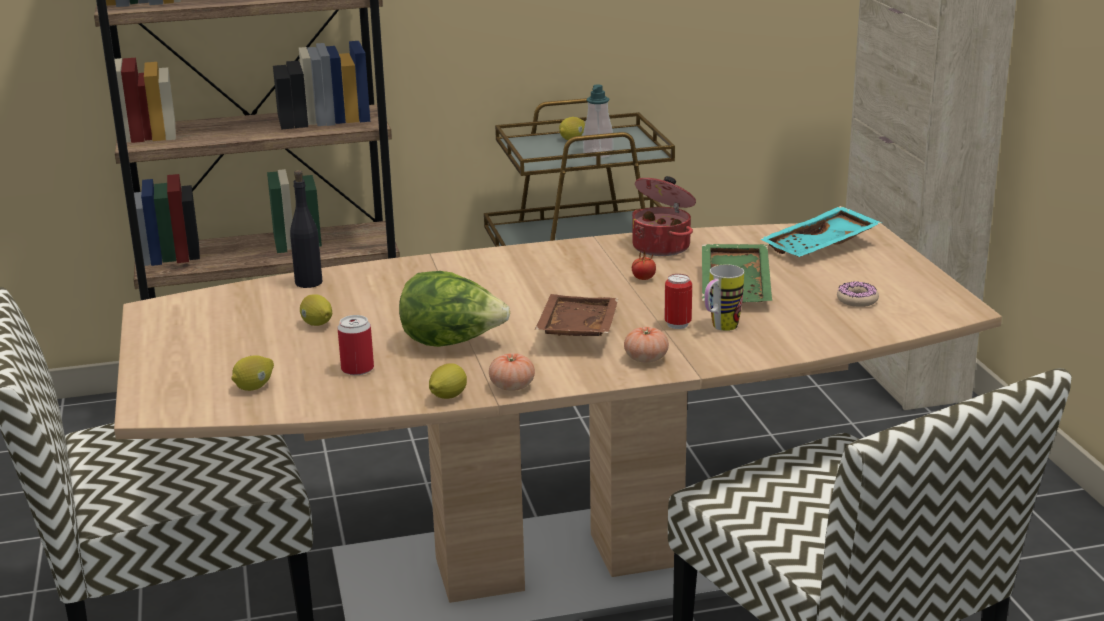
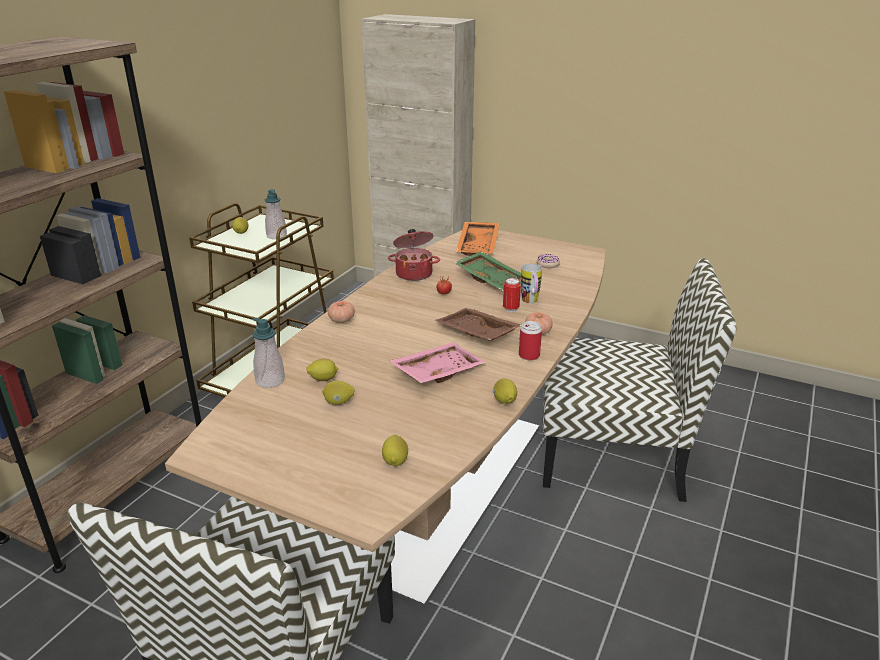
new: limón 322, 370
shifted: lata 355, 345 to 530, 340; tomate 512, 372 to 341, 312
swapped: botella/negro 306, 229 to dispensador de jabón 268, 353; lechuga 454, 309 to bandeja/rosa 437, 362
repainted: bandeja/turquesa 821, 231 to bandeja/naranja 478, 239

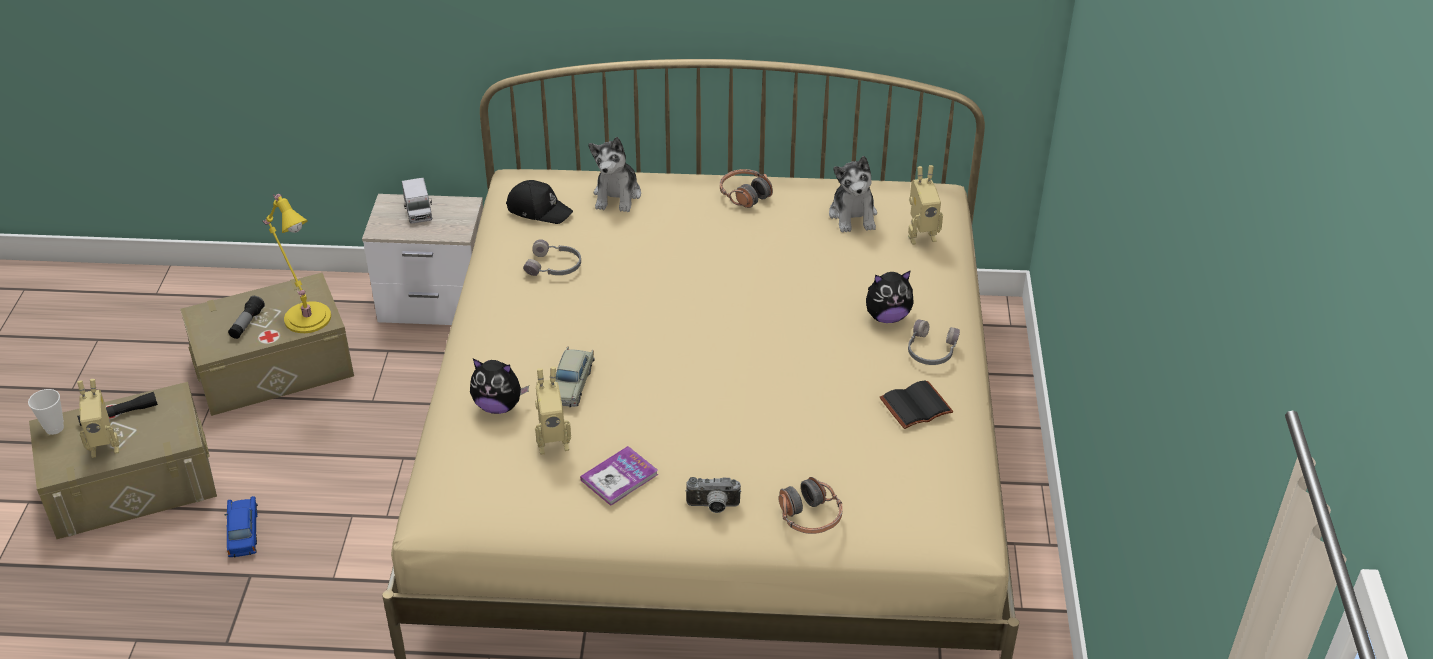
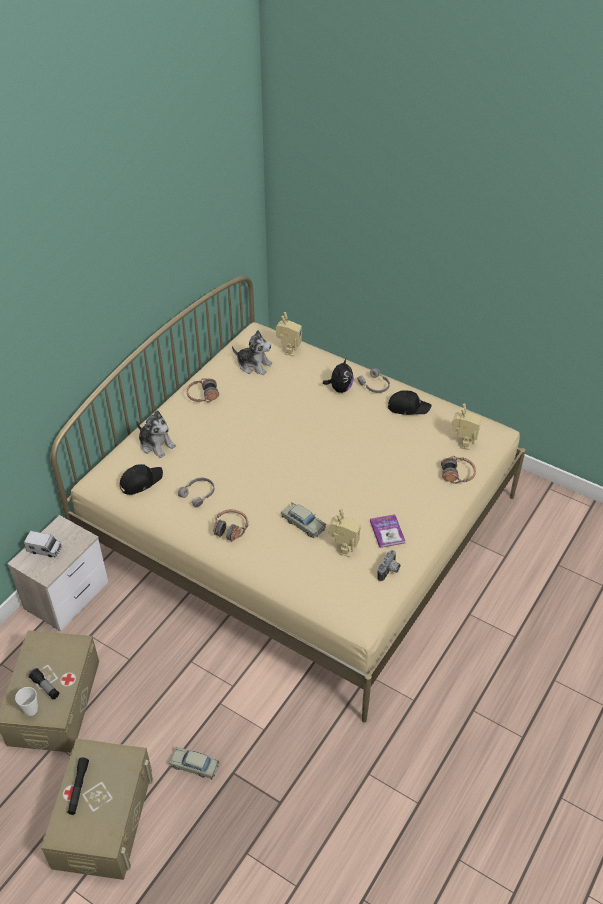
gone: lámpara de mesa/amarillo 297, 263; peluche 499, 386
new: auriculares 230, 525
shifted: robot de juguete 98, 418 to 466, 426; taza 46, 412 to 26, 701; cámara 713, 495 to 389, 565
swapped: libro/negro 917, 405 to gorra/negro 410, 402
repainted: coche de juguete/azul 241, 526 to coche de juguete/beis 194, 763

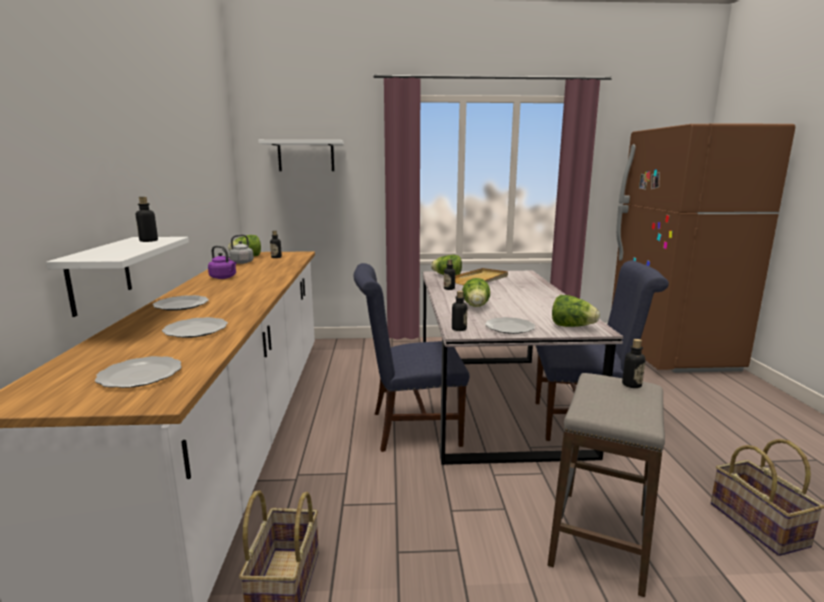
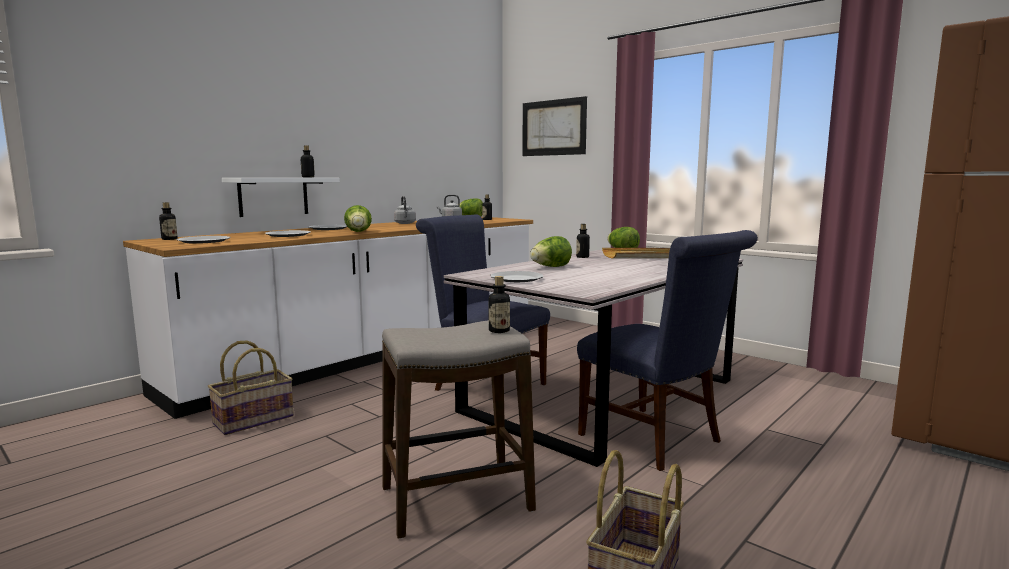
shifted: botella 459, 311 to 168, 221; lechuga 576, 311 to 358, 218
swapped: estante/blanco 301, 155 to cuadro 554, 126
repainted: hervidor/morado 222, 262 to hervidor/gris 405, 210

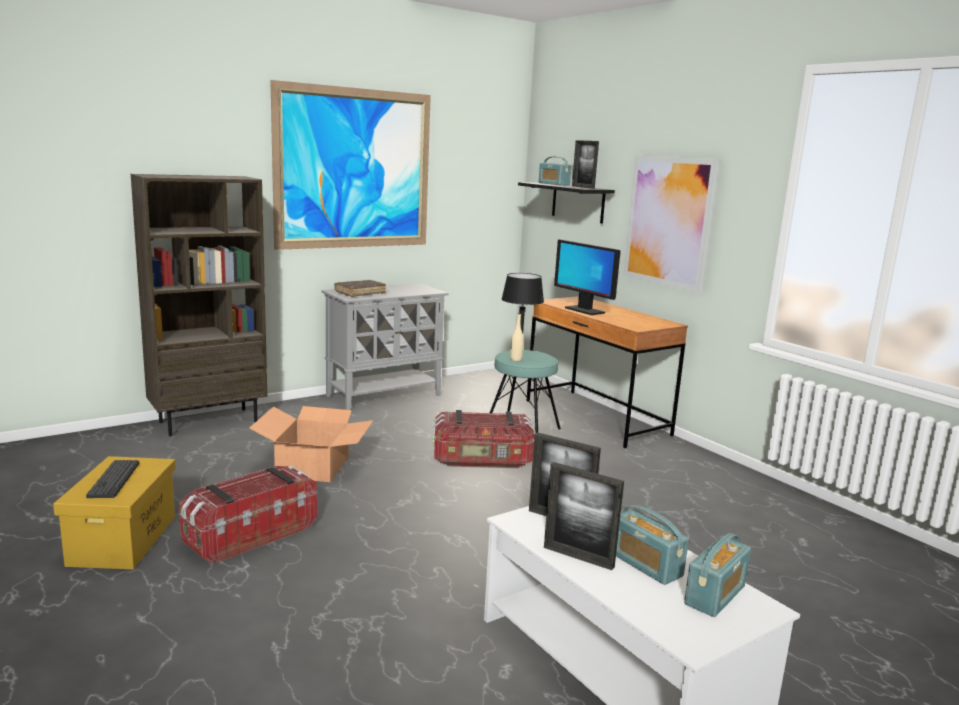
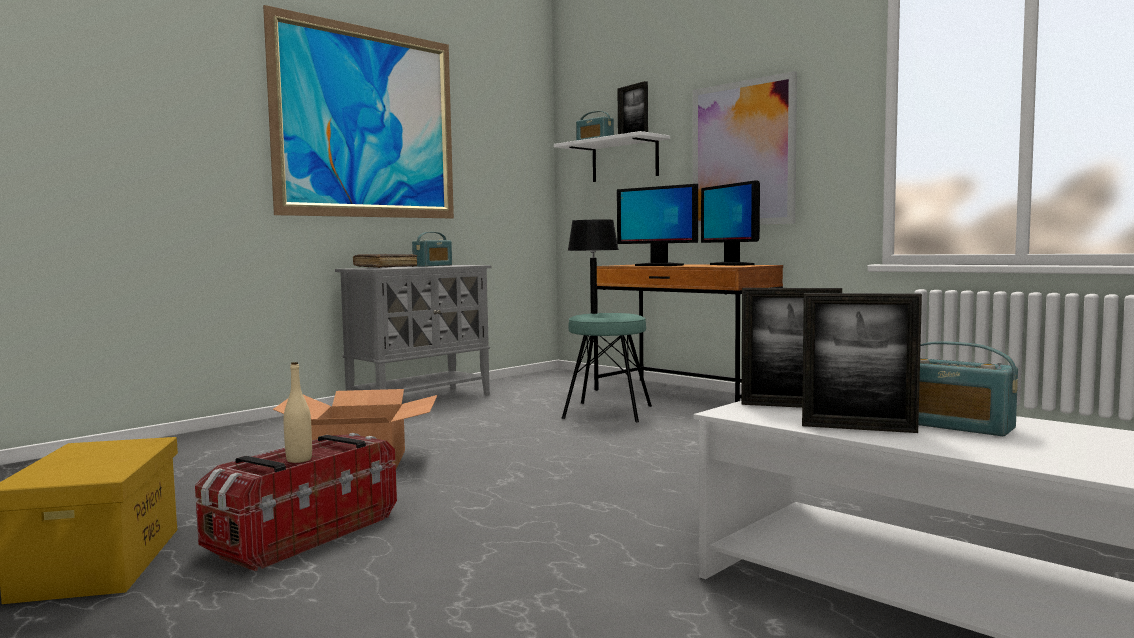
gone: estantería/marrón 199, 305; caja de almacenaje 483, 439; teclado 112, 479
new: monitor 730, 223
shifted: botella/beis 517, 337 to 298, 412; radio 717, 575 to 432, 249
repainted: estante/negro 566, 202 to estante/blanco 612, 156

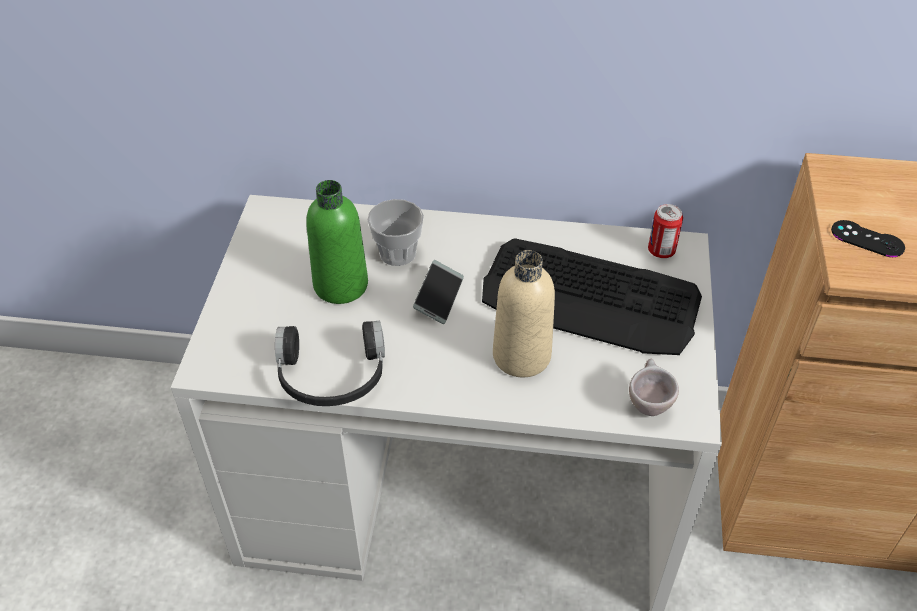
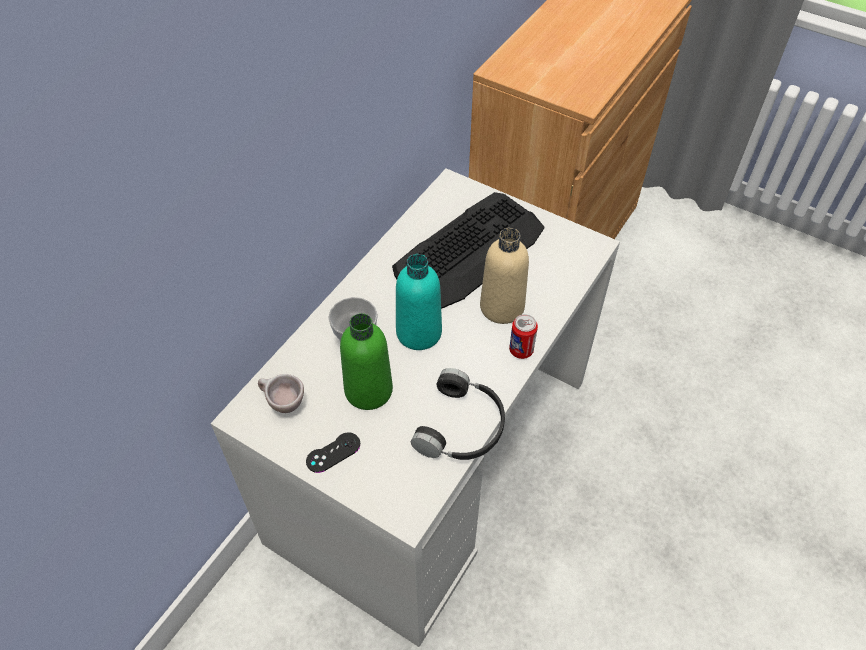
shifted: lata 665, 231 to 523, 336; mando de consola/negro 868, 238 to 333, 452; taza/beis 654, 387 to 281, 393
swapped: móvil 438, 292 to botella/turquesa 419, 302

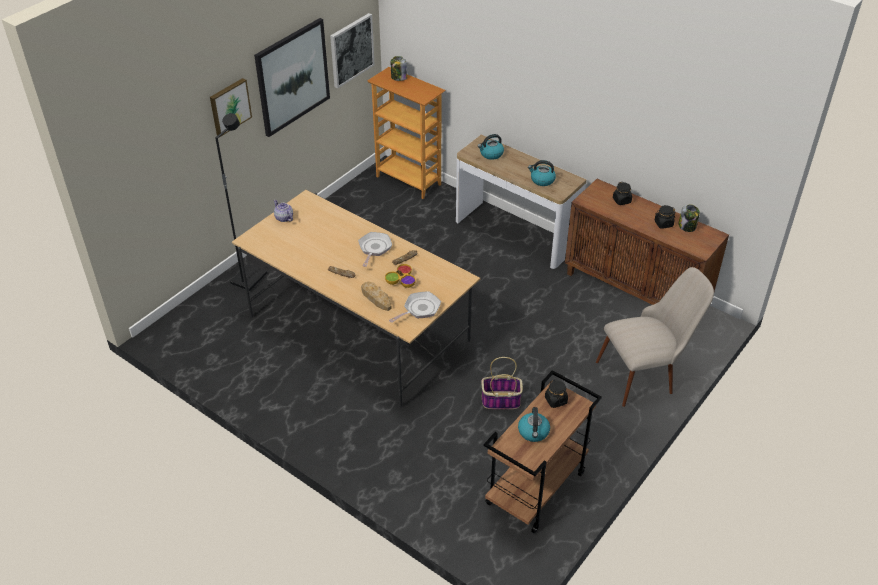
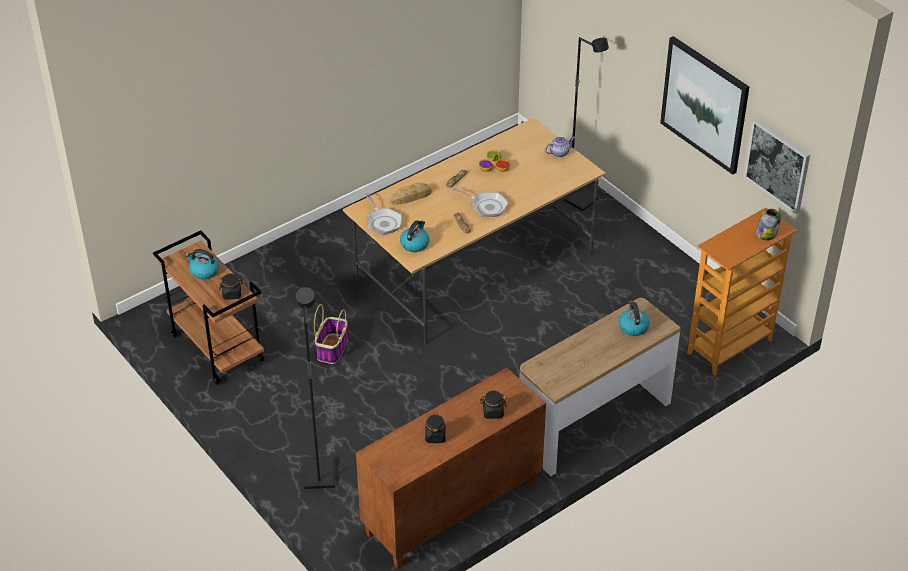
gone: cuadro 231, 107; tarro 689, 218
shifted: hervidor 542, 173 to 414, 236; cuenco 400, 276 to 494, 161
swapped: silla/beis 655, 337 to lámpara de pie/negro 315, 388

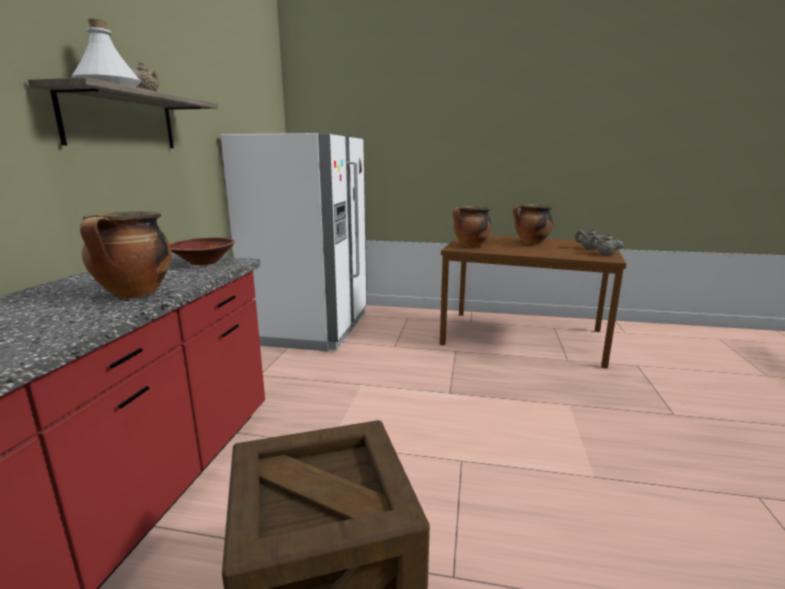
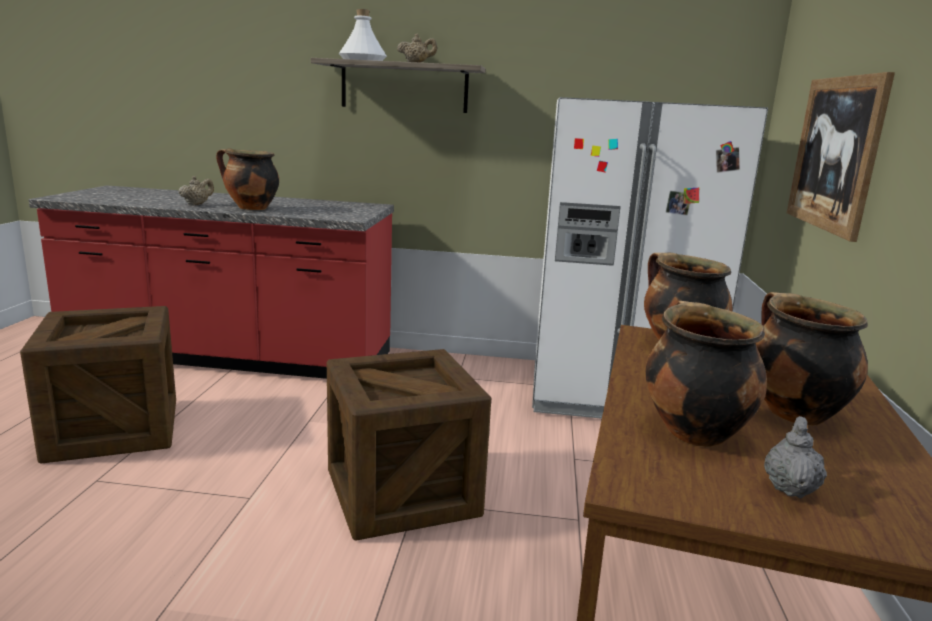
gone: cuenco/marrón 202, 251
new: cuadro 841, 157; olla 706, 374; caja de embalaje 409, 445
shifted: tetera/beis 607, 244 to 196, 190

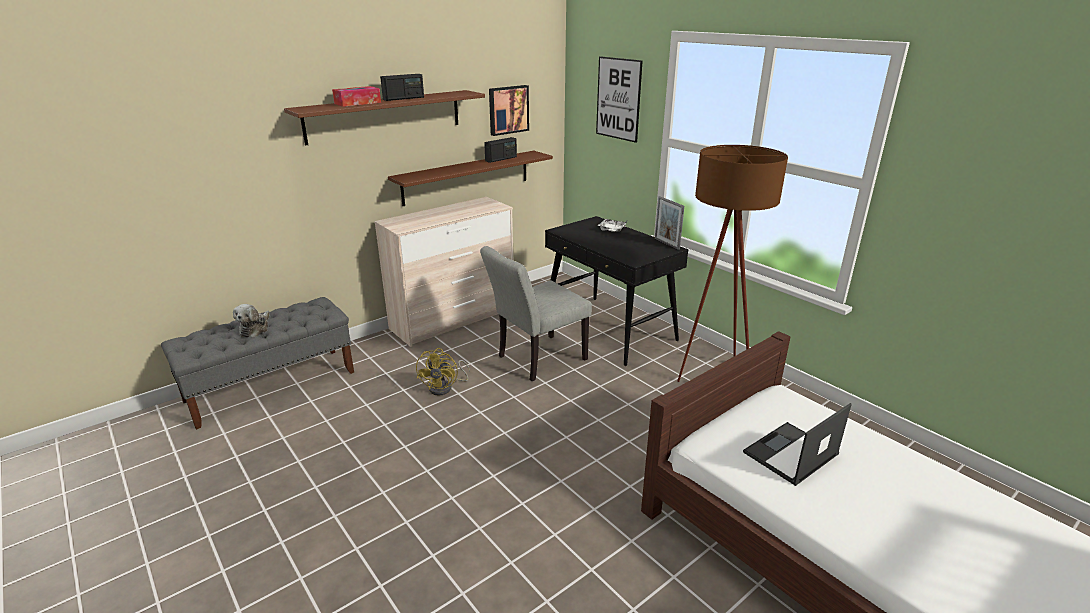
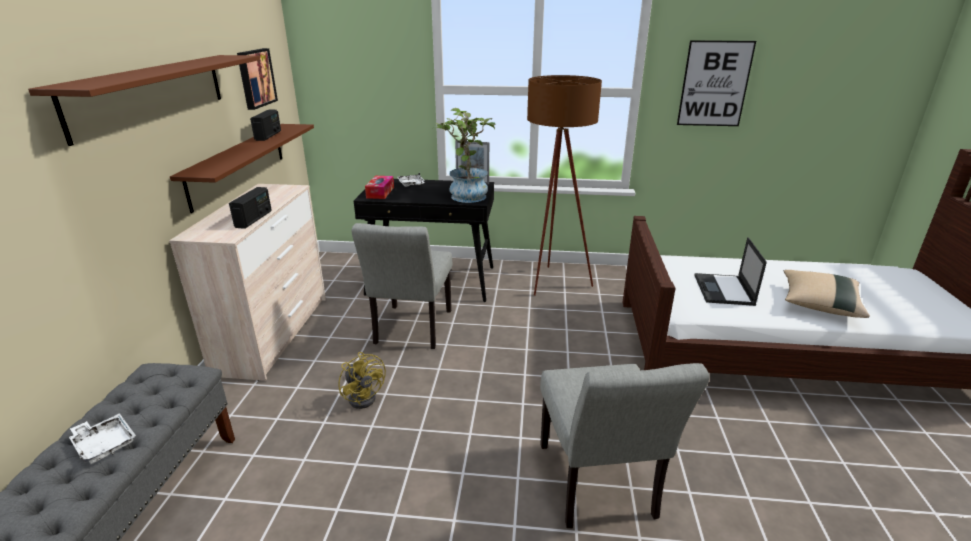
new: planta en maceta 464, 155; cojín/beis 827, 294; silla/gris 624, 445
shifted: cuadro 619, 99 to 716, 83; radio 402, 87 to 250, 208; caja de pañuelos 356, 96 to 379, 187
swapped: peluche 251, 320 to bandeja/blanco 102, 438

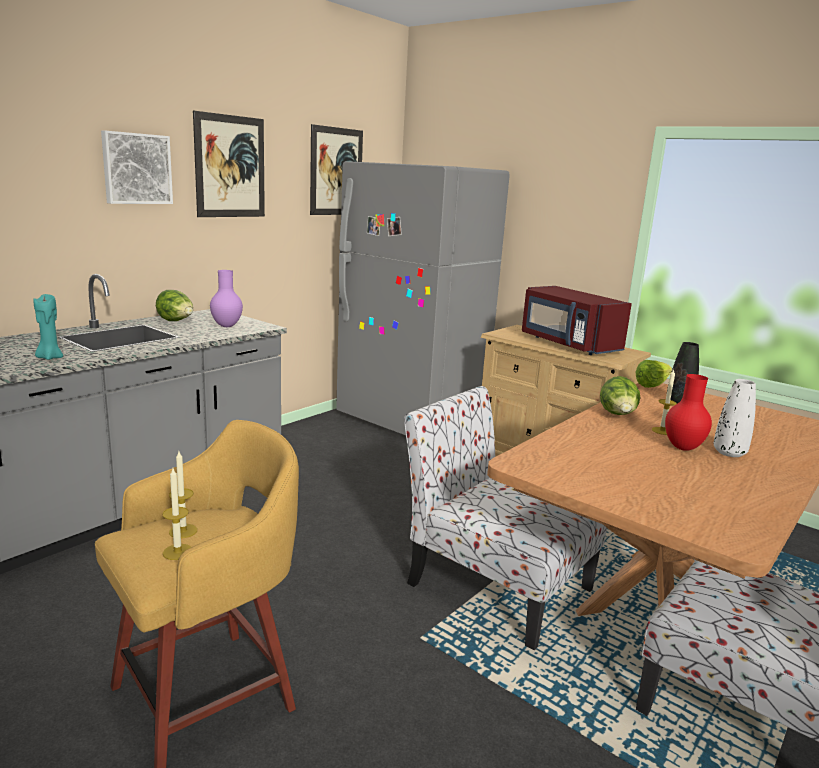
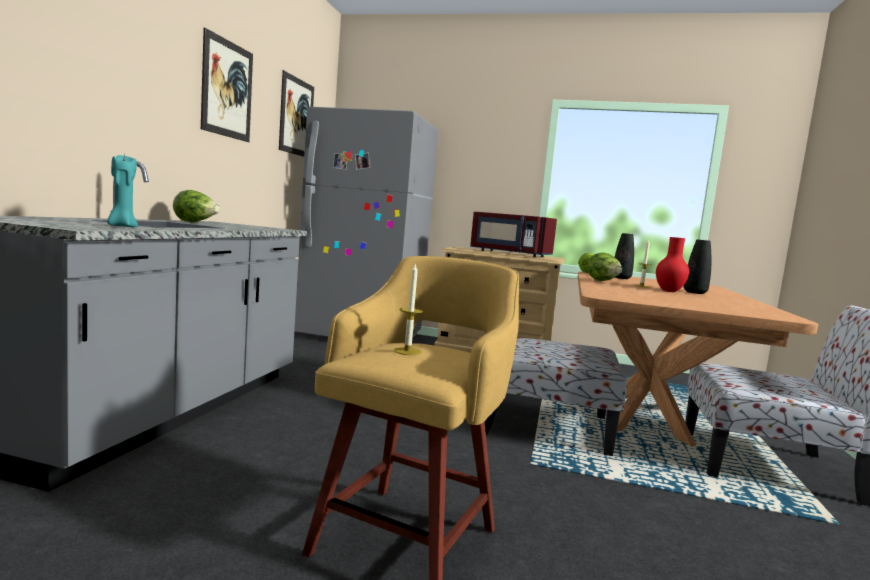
gone: cuadro 137, 167; florero/morado 226, 298; vela 176, 514
repainted: florero/blanco 734, 418 to florero/negro 697, 267

